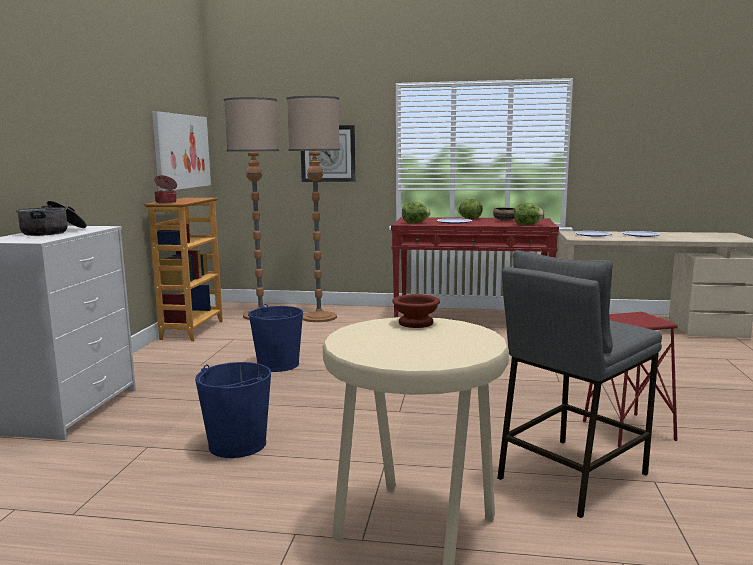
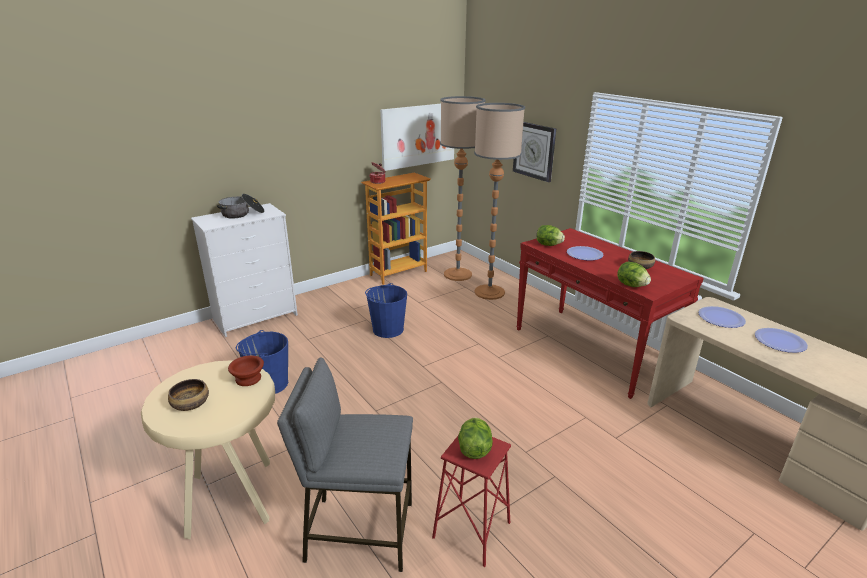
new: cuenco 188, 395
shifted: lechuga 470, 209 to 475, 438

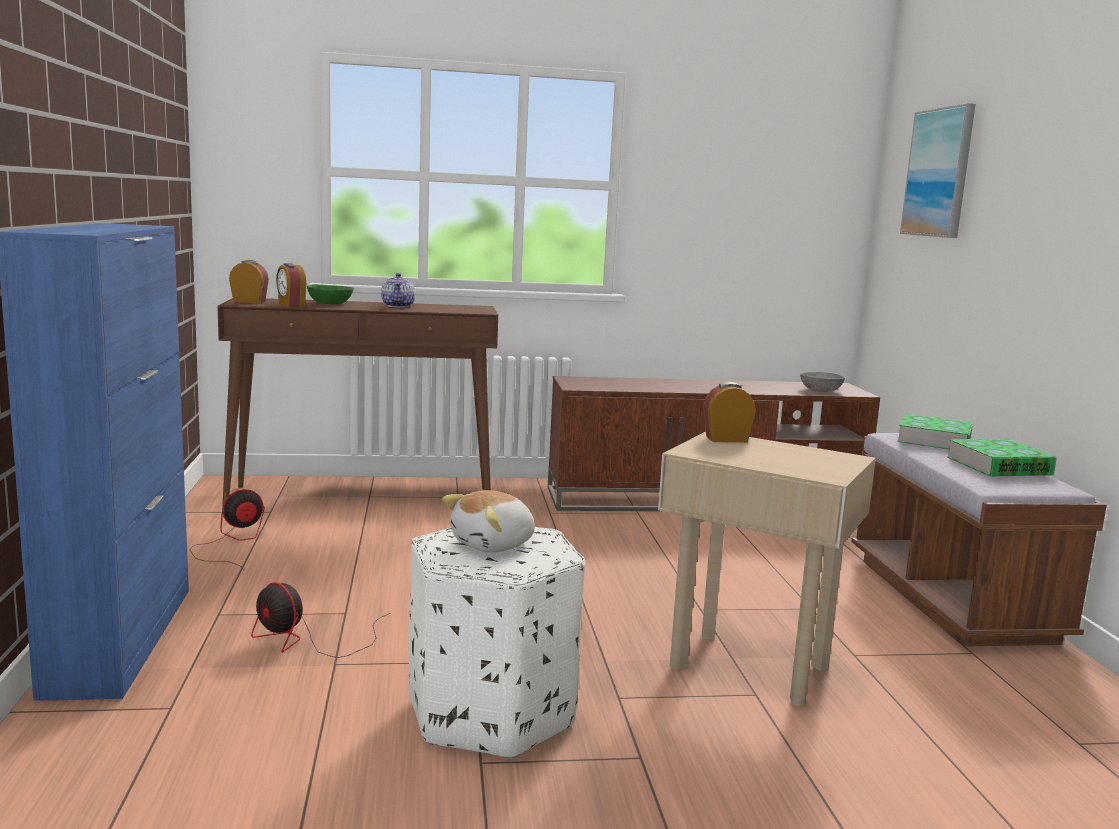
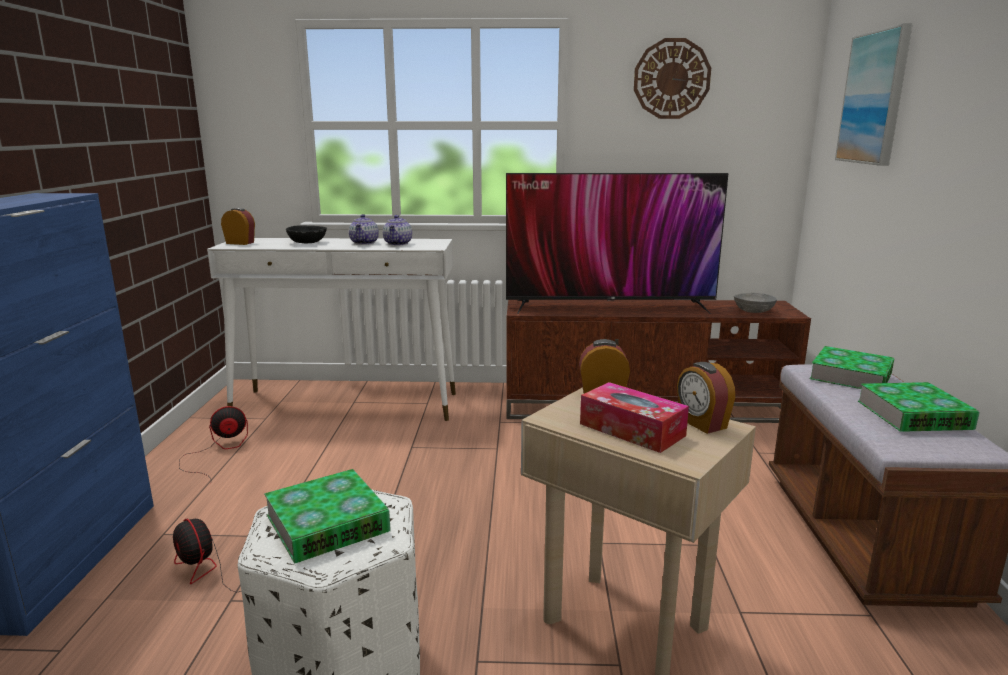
new: reloj de pared 672, 78; televisor 617, 243; tetera 397, 230; caja de pañuelos 634, 417
shifted: despertador 291, 285 to 706, 398
swapped: peluche 488, 521 to libro 327, 516
repainted: cuenco/verde 330, 294 to cuenco/negro 306, 234; mesa consola/marrón 357, 403 to mesa consola/blanco 331, 329

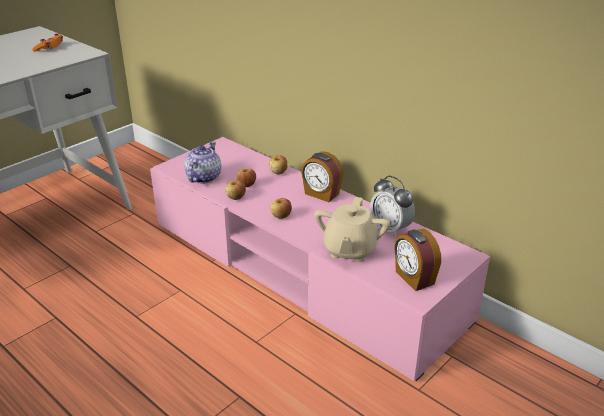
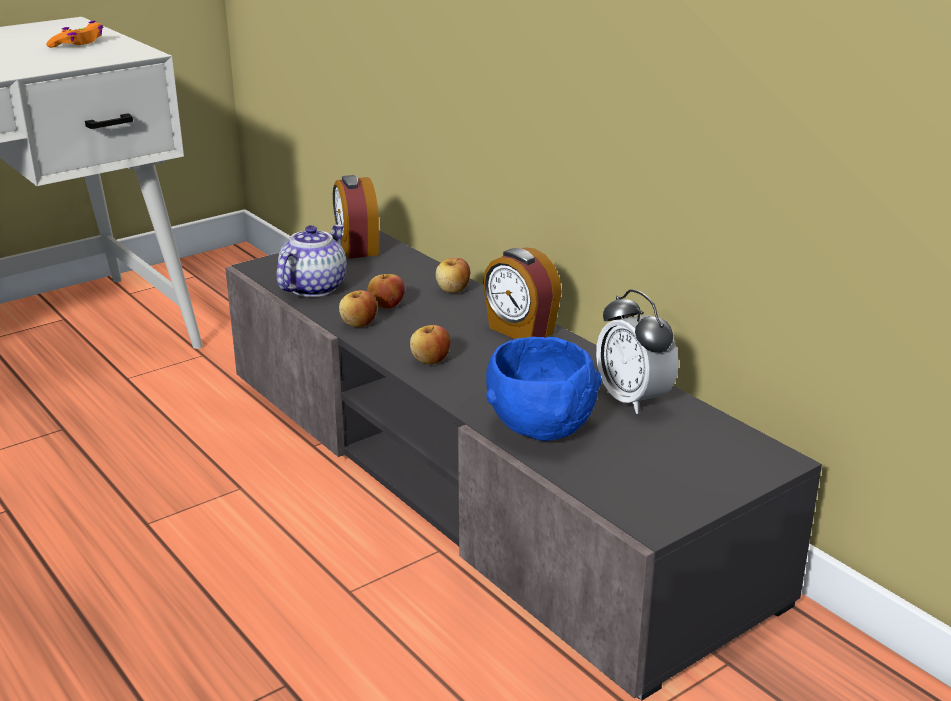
shifted: despertador 417, 260 to 356, 217
swapped: tetera/beis 352, 229 to cuenco/azul 544, 389
repainted: mueble de televisión/rosa 320, 259 to mueble de televisión/gris 523, 465

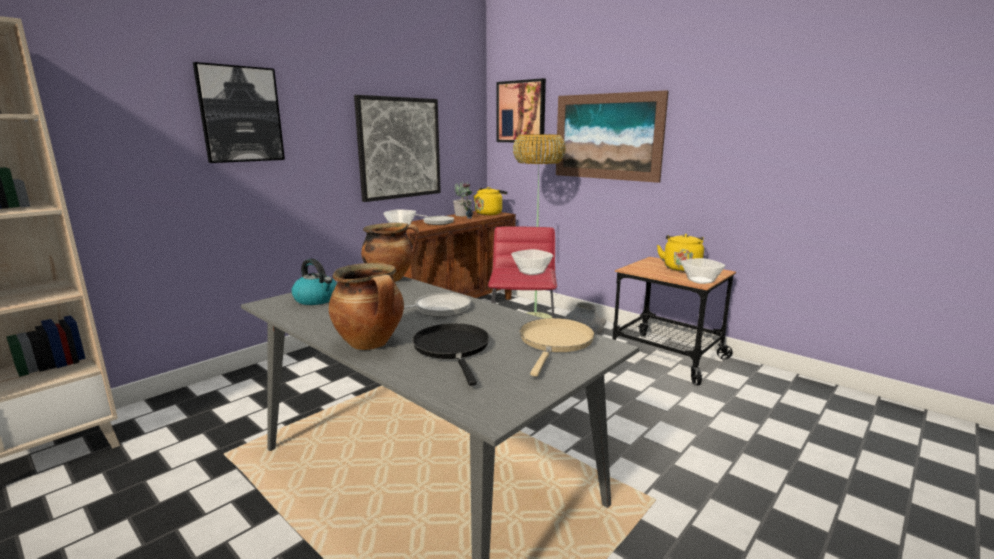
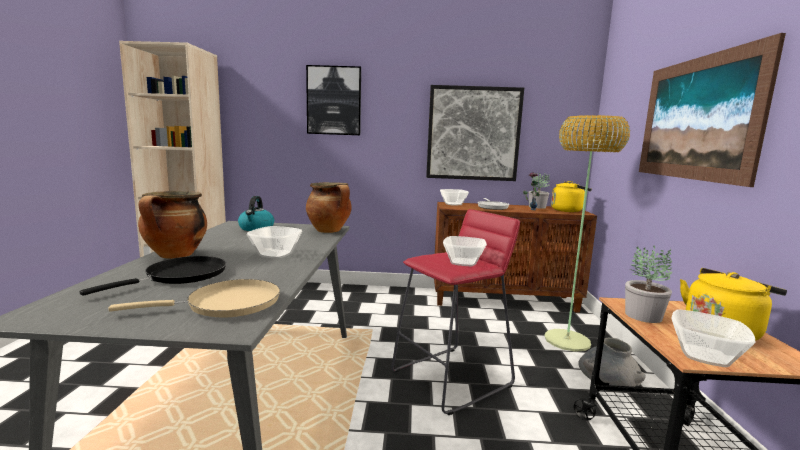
gone: cuadro 521, 110
new: planta en maceta 648, 284
swapped: sartén 437, 305 to cuenco 274, 242

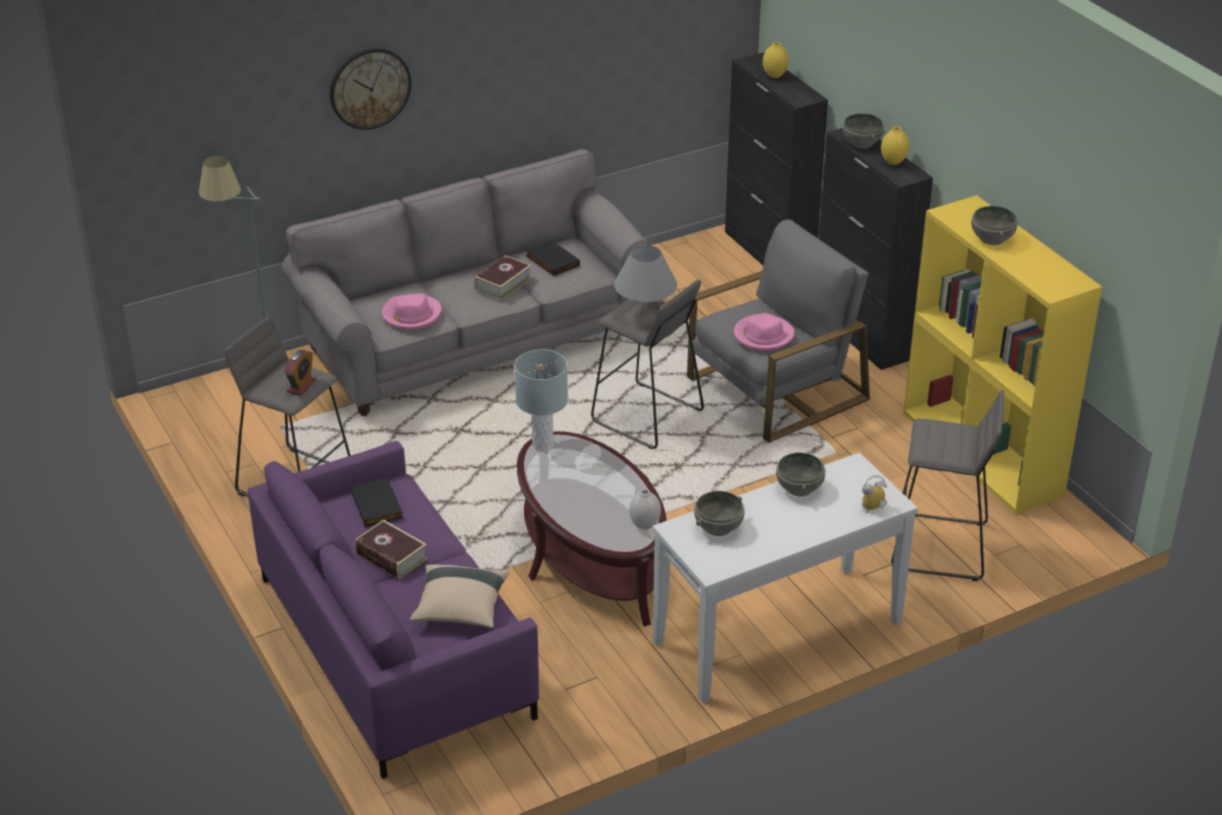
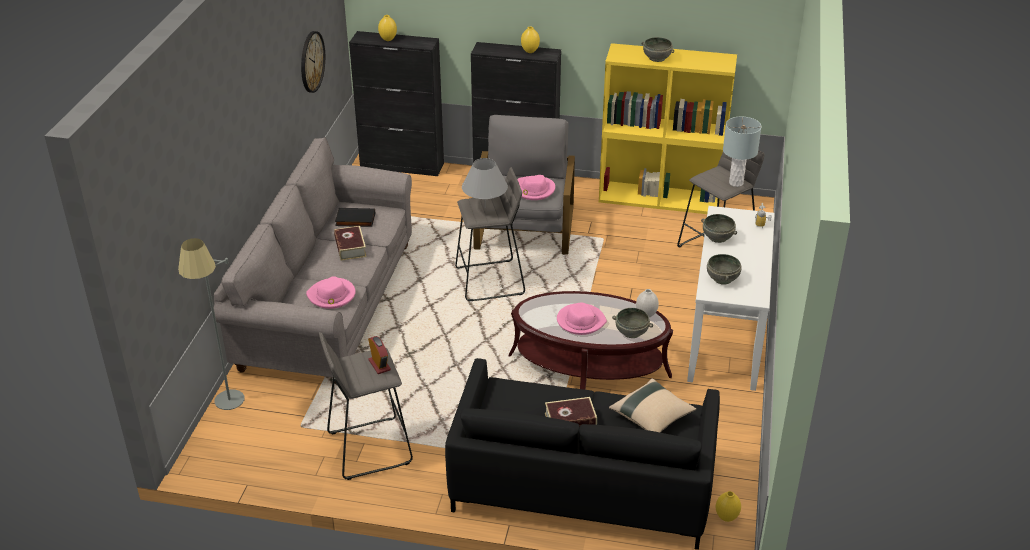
gone: libro/negro 377, 502
new: sombrero/rosa 582, 319; florero/amarillo 728, 506
shifted: reloj de pared 370, 89 to 313, 62; cuenco/gris 863, 130 to 632, 323; lámpara de mesa/gris 541, 400 to 742, 152
repainted: sofá/morado 393, 610 to sofá/negro 582, 454

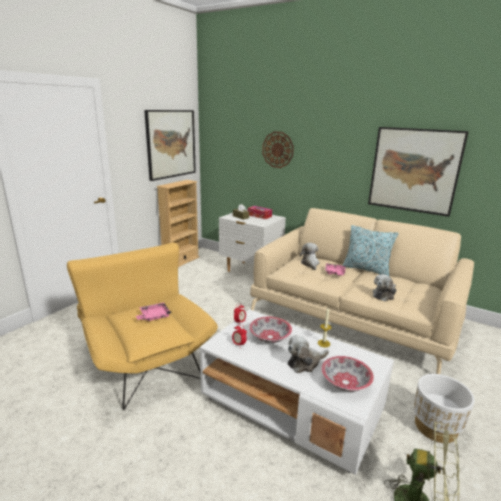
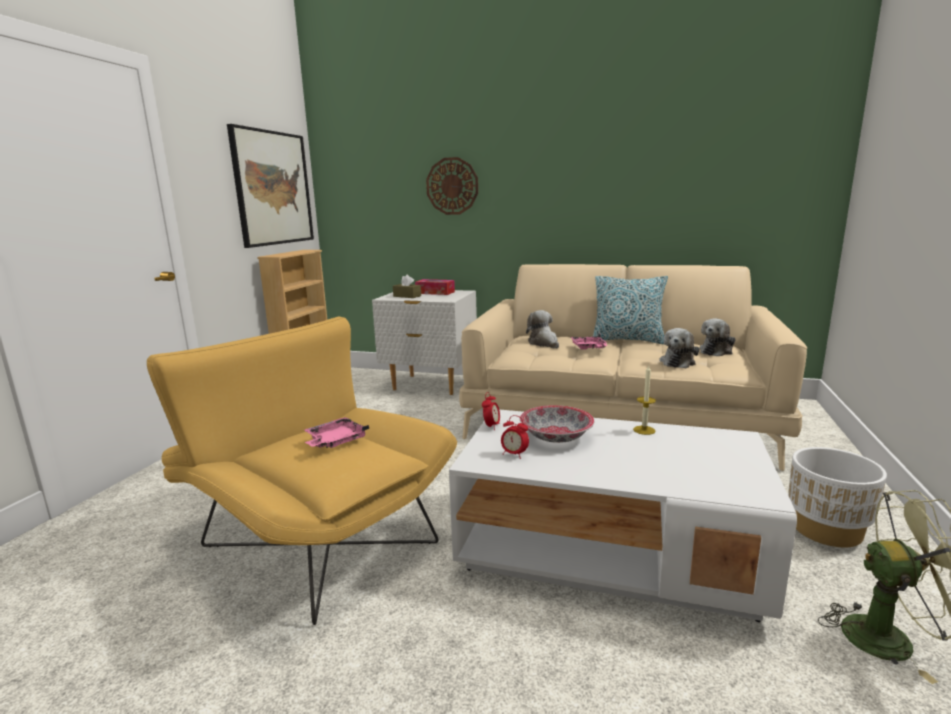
gone: cuadro 418, 172; cuenco 347, 374
shifted: peluche 308, 354 to 718, 337

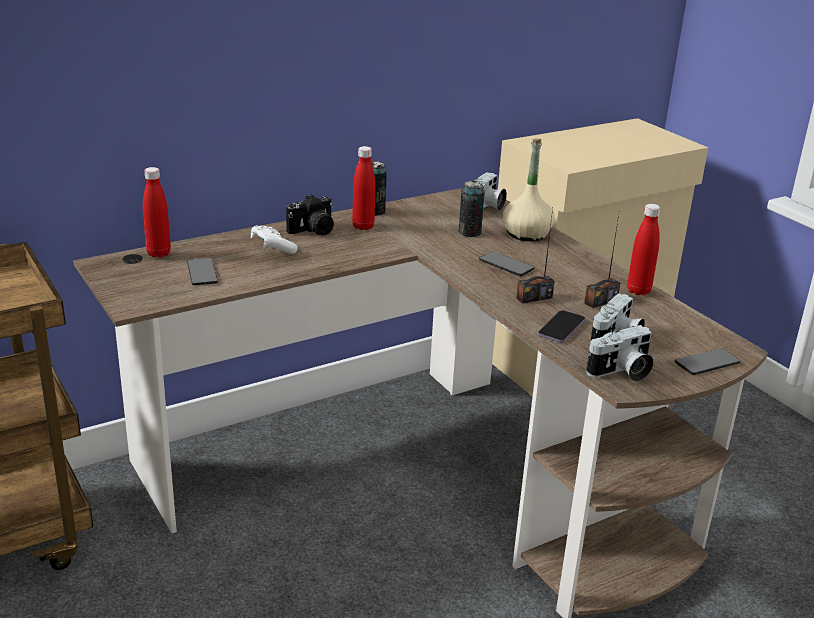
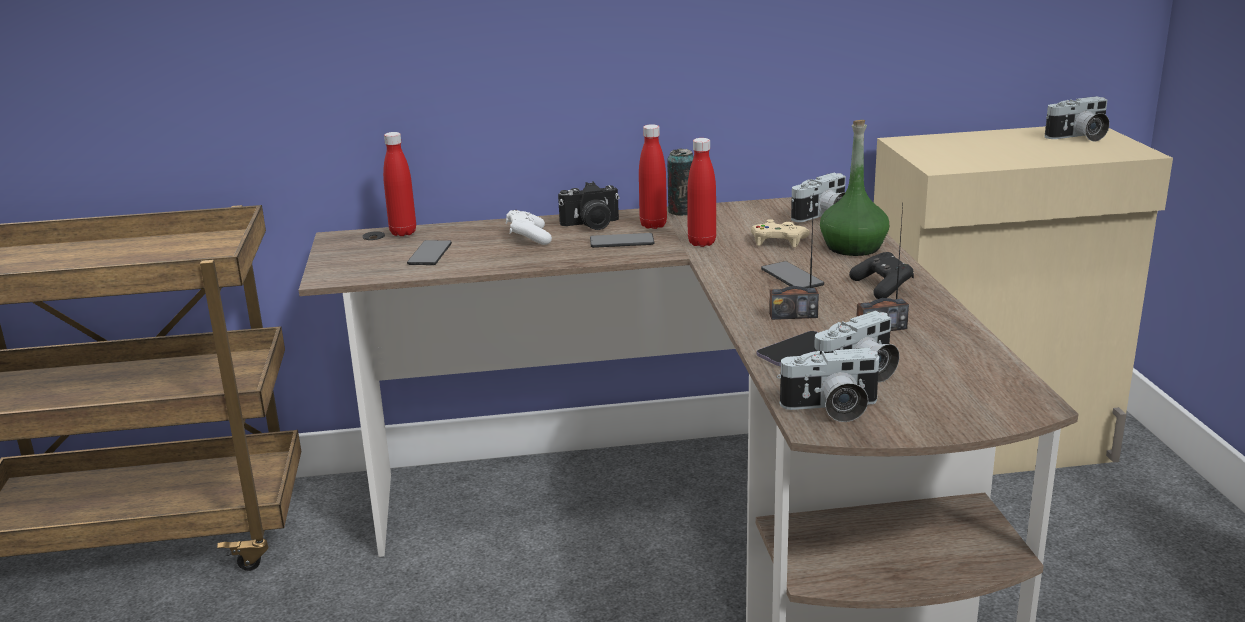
new: cámara 1077, 119; mando de consola/negro 881, 275
shifted: botella/rojo 644, 249 to 701, 192; móvil 708, 361 to 622, 240
swapped: lata 472, 209 to mando de consola/beis 780, 233
repainted: botella/beis 529, 190 to botella/verde 854, 188

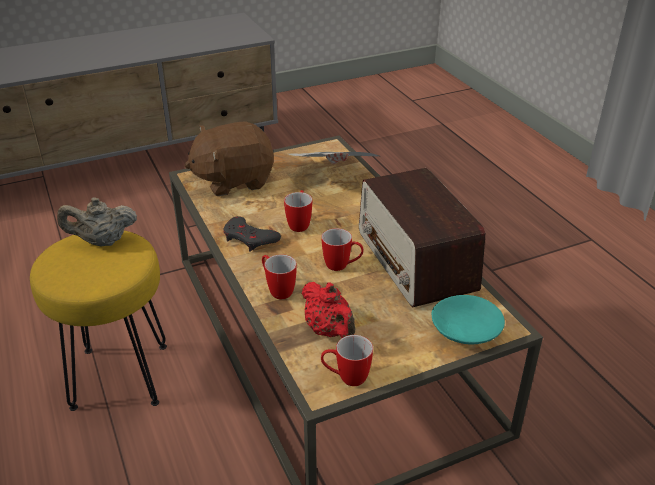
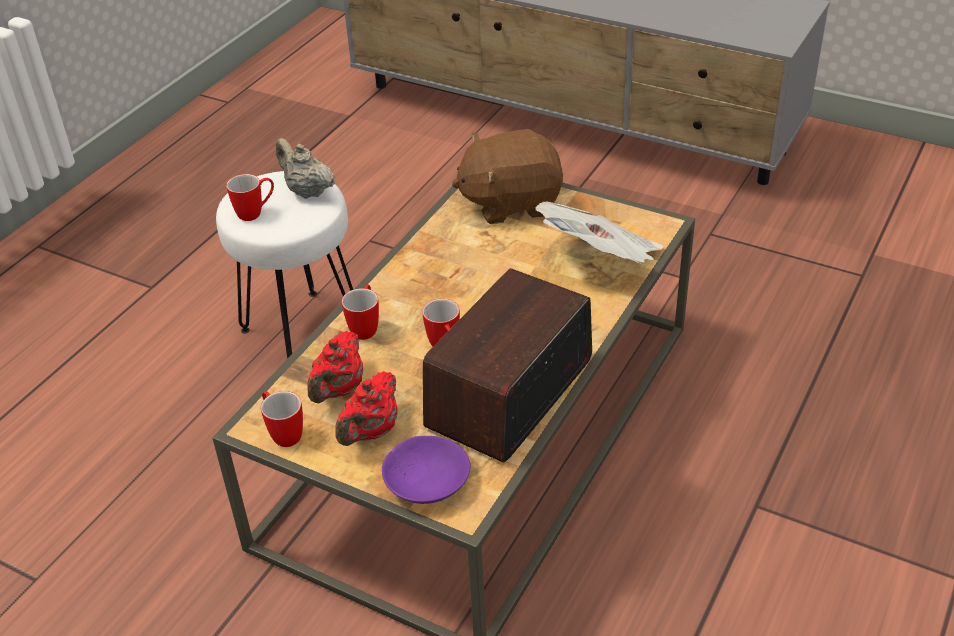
gone: mando de consola/gris 252, 234
new: tetera/rojo 366, 408
shifted: taza grande 298, 211 to 250, 197
repainted: taburete/amarillo 98, 320 to taburete/blanco 284, 265; cuenco/turquesa 468, 319 to cuenco/morado 426, 470
rotated: peluche/marrón 229, 158 = 507, 176 45 degrees counterclockwise

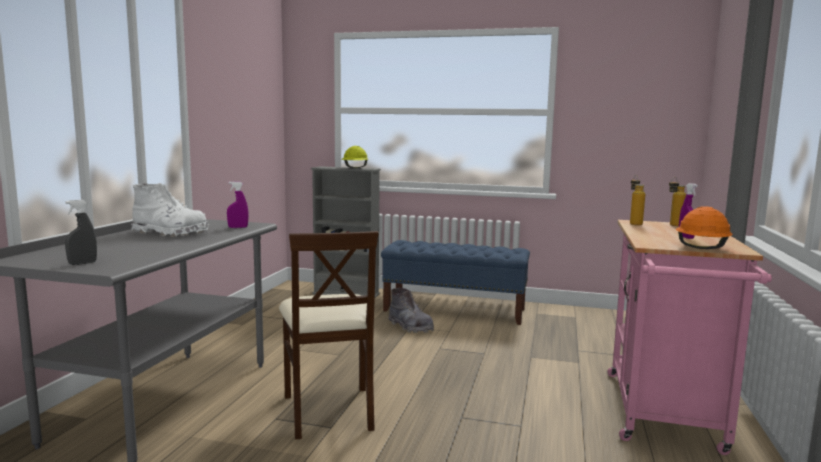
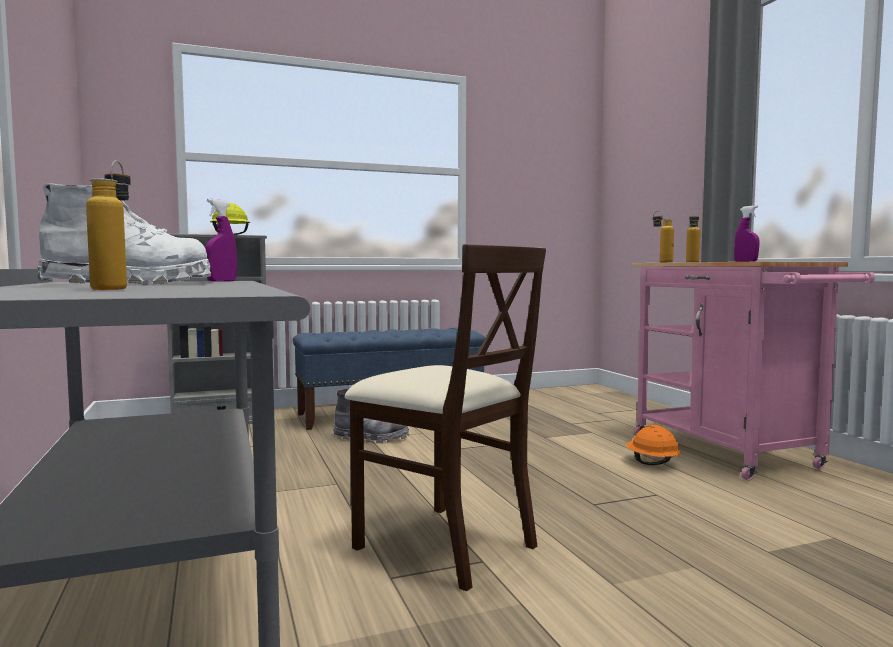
gone: pulverizador/gris 81, 232
new: botella 108, 225
shifted: casco/naranja 704, 227 to 653, 445

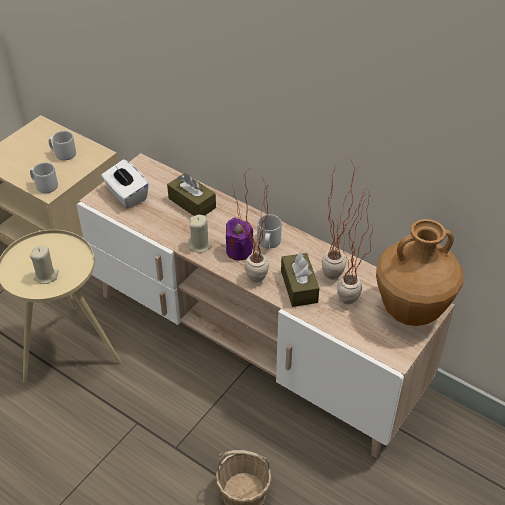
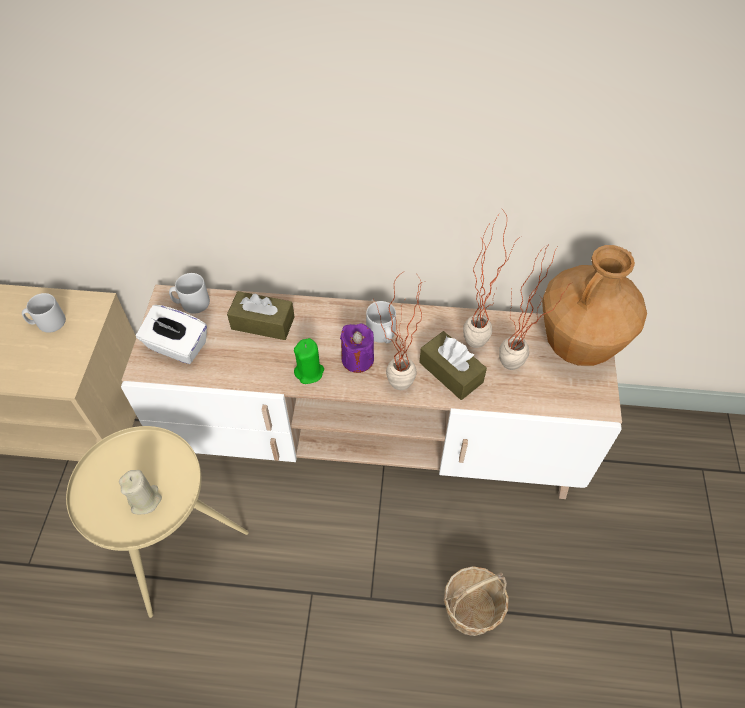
shifted: taza grande/gris 44, 177 to 189, 293
repainted: vela/beis 200, 234 to vela/verde 309, 361

